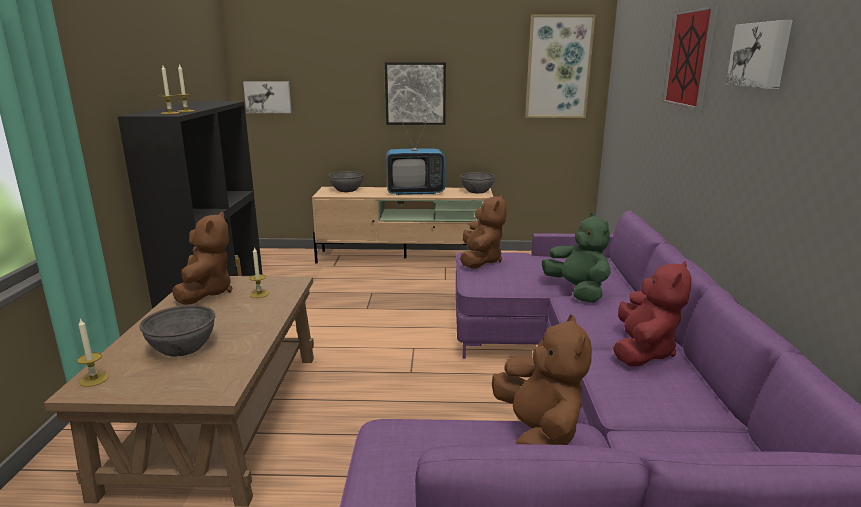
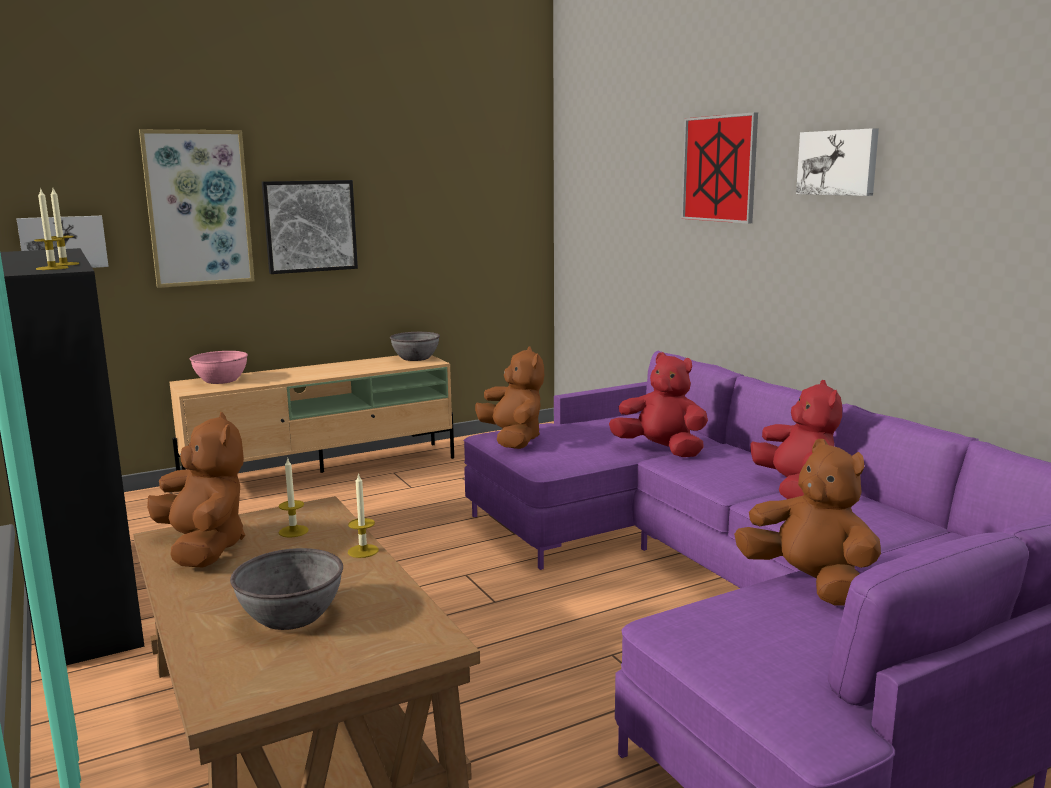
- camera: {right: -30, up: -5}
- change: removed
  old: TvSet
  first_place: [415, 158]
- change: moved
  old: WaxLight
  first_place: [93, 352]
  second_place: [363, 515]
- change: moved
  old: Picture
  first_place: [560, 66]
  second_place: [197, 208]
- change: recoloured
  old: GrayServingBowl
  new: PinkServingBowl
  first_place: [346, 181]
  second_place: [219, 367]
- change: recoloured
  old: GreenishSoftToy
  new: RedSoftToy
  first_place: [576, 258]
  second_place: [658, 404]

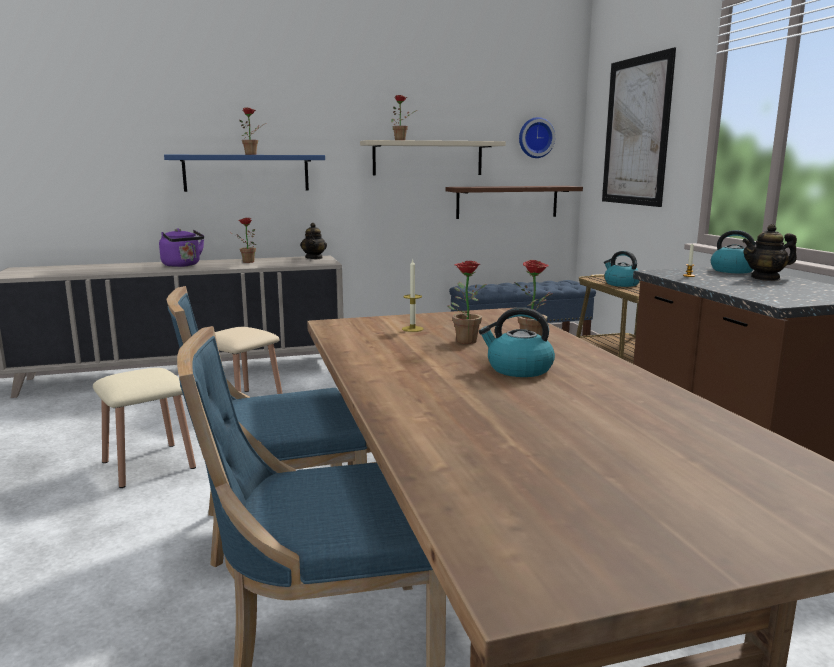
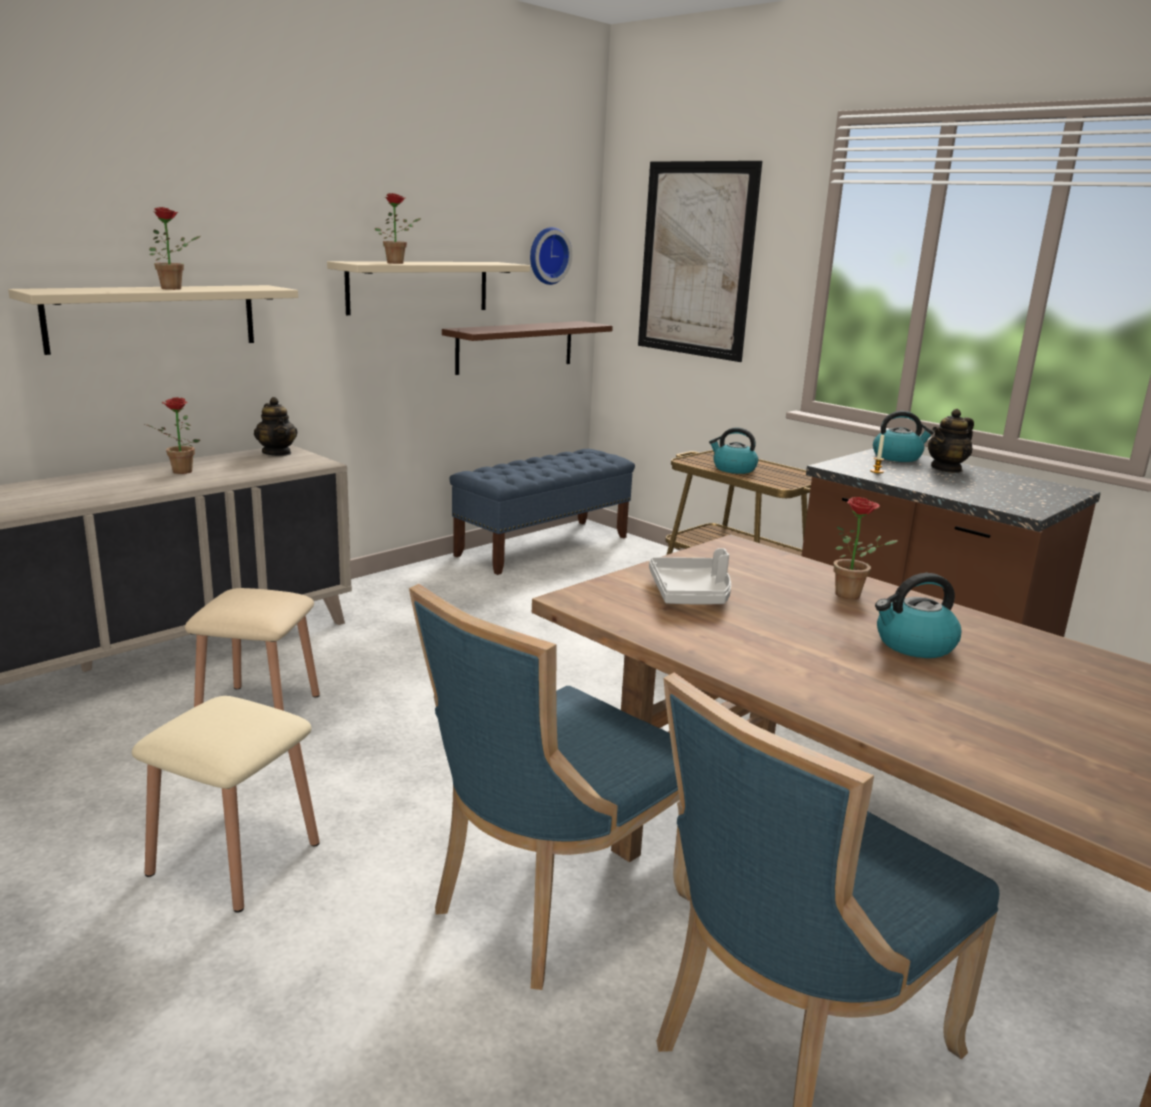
- camera: {right: -30, up: 5}
- change: removed
  old: PurplishTeaKettle
  first_place: [181, 247]
- change: removed
  old: PlantInAPot
  first_place: [467, 302]
- change: replaced
  old: WaxLight
  new: GrayServingTray
  first_place: [412, 295]
  second_place: [690, 576]
- change: recoloured
  old: BluishBracketShelf
  new: SandColouredBracketShelf
  first_place: [244, 173]
  second_place: [153, 320]

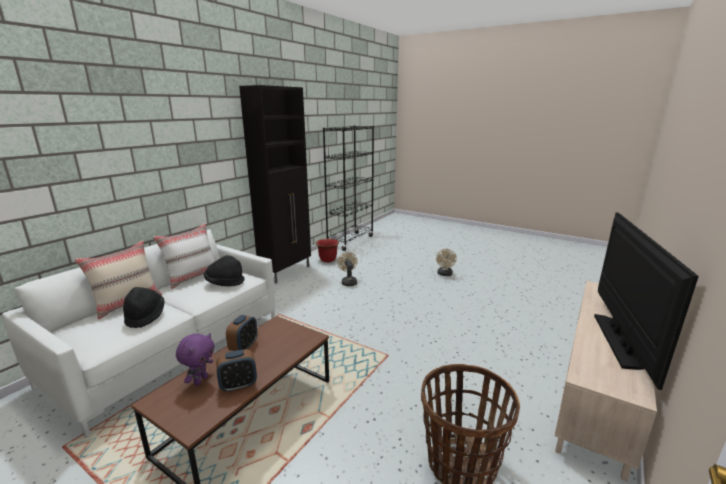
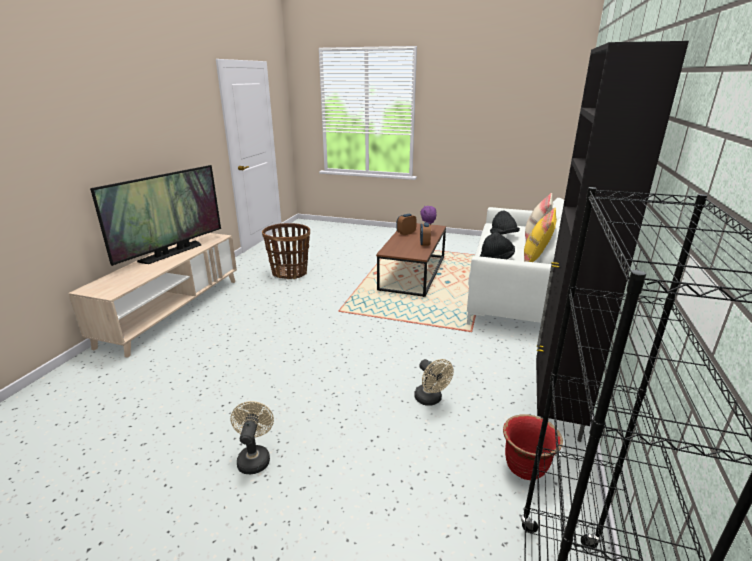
- camera: {right: 165, up: 5}
- change: recoloured
  old: WhiteCushion
  new: YellowCushion
  first_place: [184, 256]
  second_place: [540, 235]
- change: turned
  old: TvSet
  first_place: [646, 301]
  second_place: [155, 215]
  degrees: -150

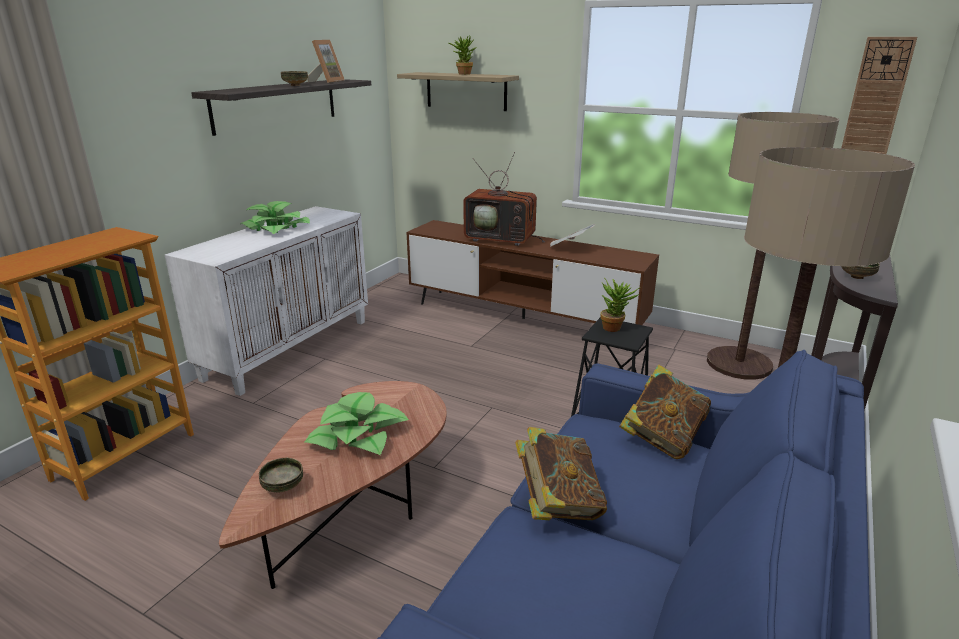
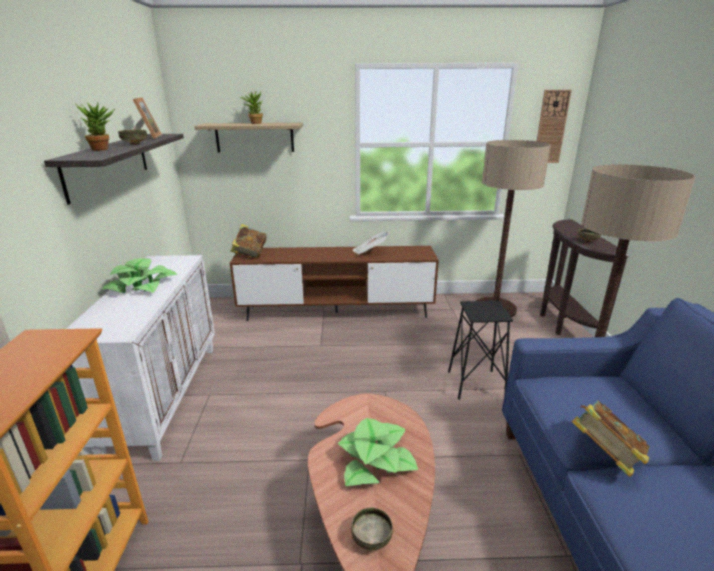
- camera: {right: -30, up: 0}
- change: removed
  old: TvSet
  first_place: [504, 199]
- change: moved
  old: PlantInAPot
  first_place: [620, 305]
  second_place: [95, 126]
- change: moved
  old: BoundBook
  first_place: [665, 412]
  second_place: [249, 241]

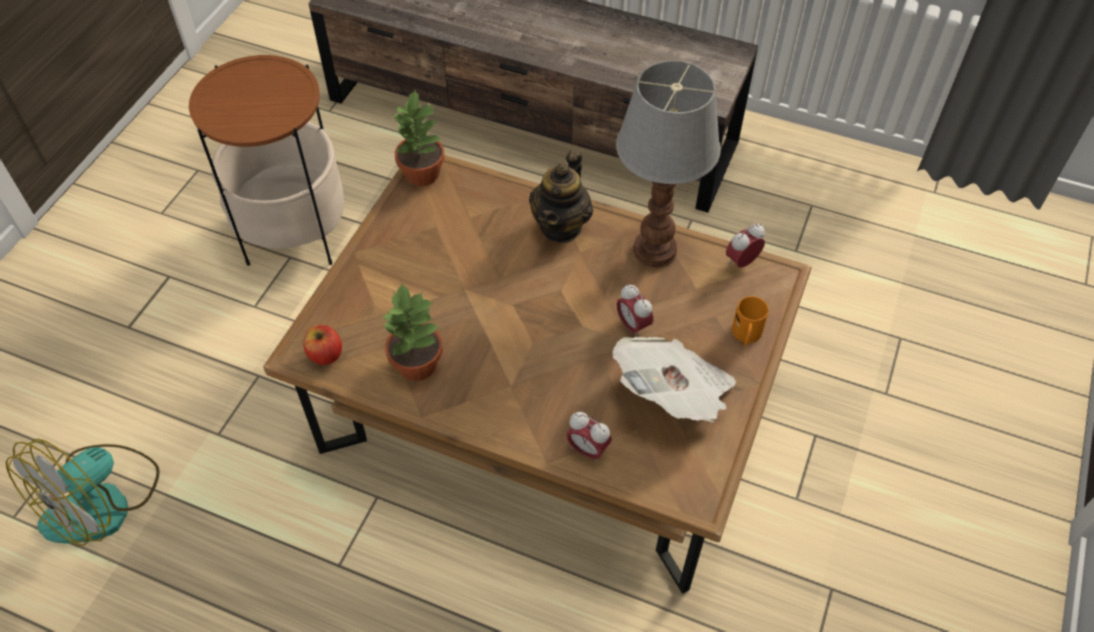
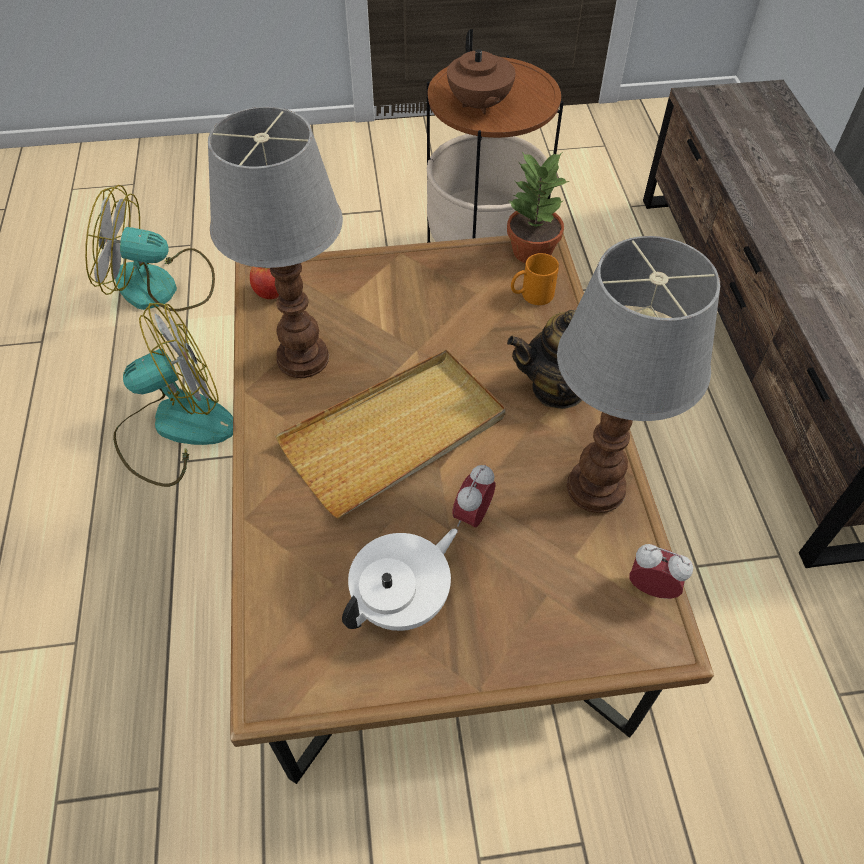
- camera: {right: 60, up: 0}
- change: removed
  old: AlarmClock
  first_place: [589, 437]
- change: added
  new: CoolingFan
  second_place: [173, 395]
- change: added
  new: SandColouredServingTray
  second_place: [390, 434]
- change: added
  new: BrownColouredTeaPot
  second_place: [481, 72]
- change: moved
  old: OrangeColouredTeaMug
  first_place: [750, 321]
  second_place: [535, 279]
- change: replaced
  old: PlantInAPot
  new: TabletopLamp
  first_place: [413, 332]
  second_place: [275, 242]
- change: replaced
  old: Newspaper
  new: WhiteTeaPot
  first_place: [674, 379]
  second_place: [400, 579]

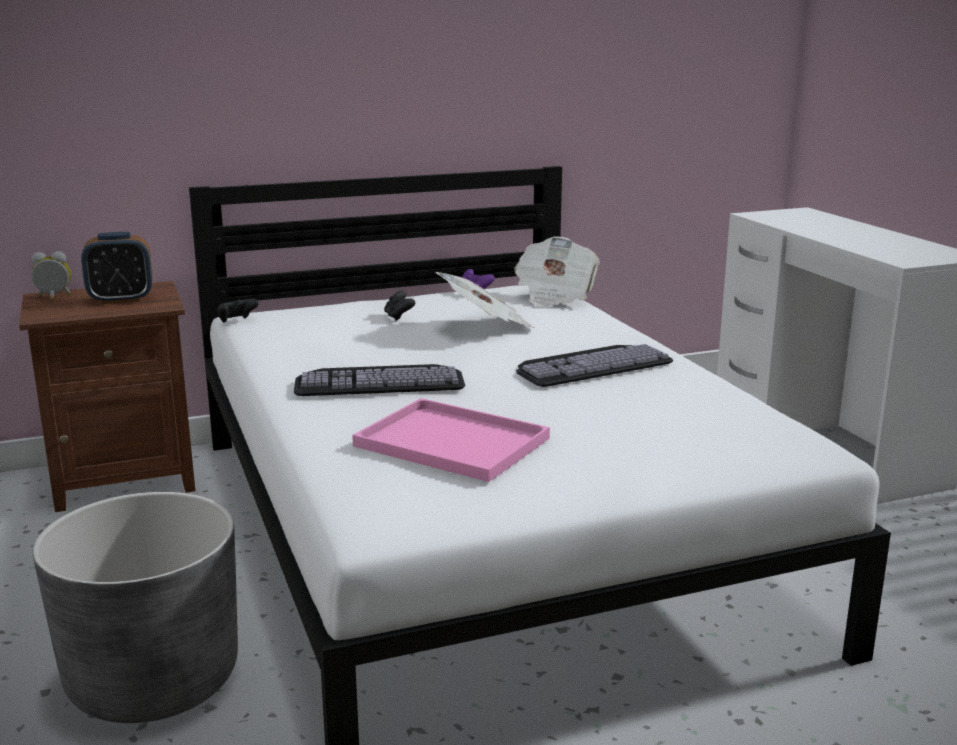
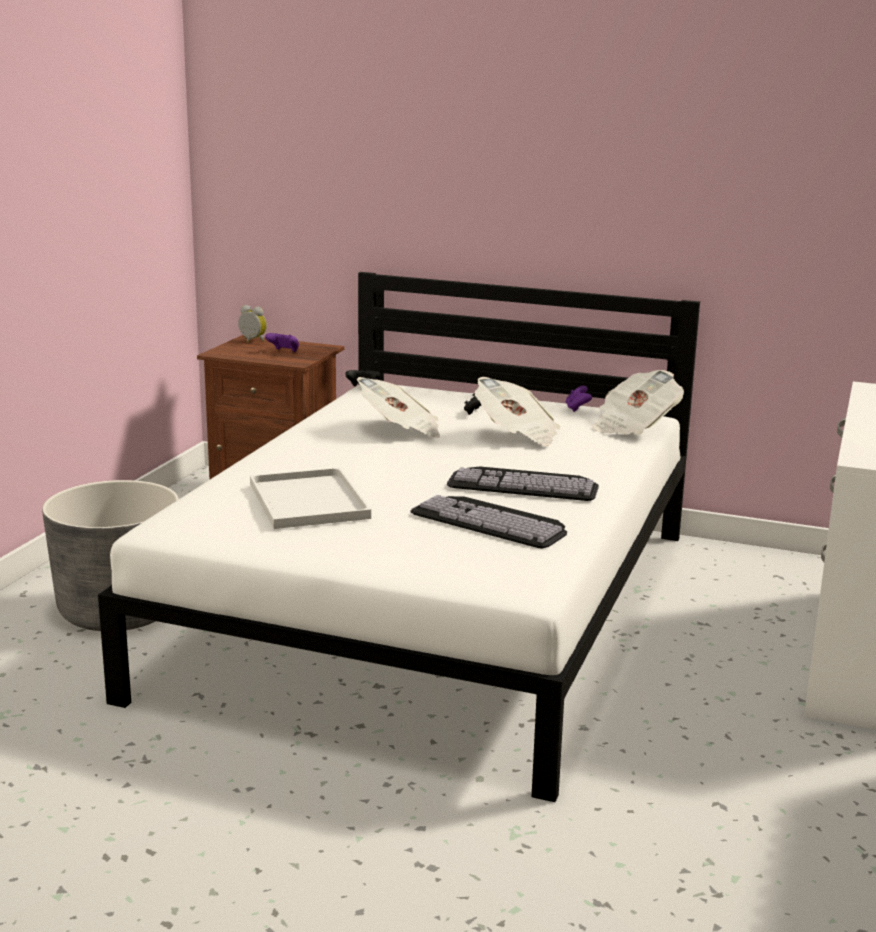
- camera: {right: 40, up: 0}
- change: added
  new: Newspaper
  second_place: [398, 407]
- change: moved
  old: Keyboard
  first_place: [379, 380]
  second_place: [489, 522]
- change: replaced
  old: AlarmClock
  new: PurplishGamepad
  first_place: [117, 268]
  second_place: [282, 342]
- change: recoloured
  old: PinkServingTray
  new: WhiteServingTray
  first_place: [451, 440]
  second_place: [310, 498]

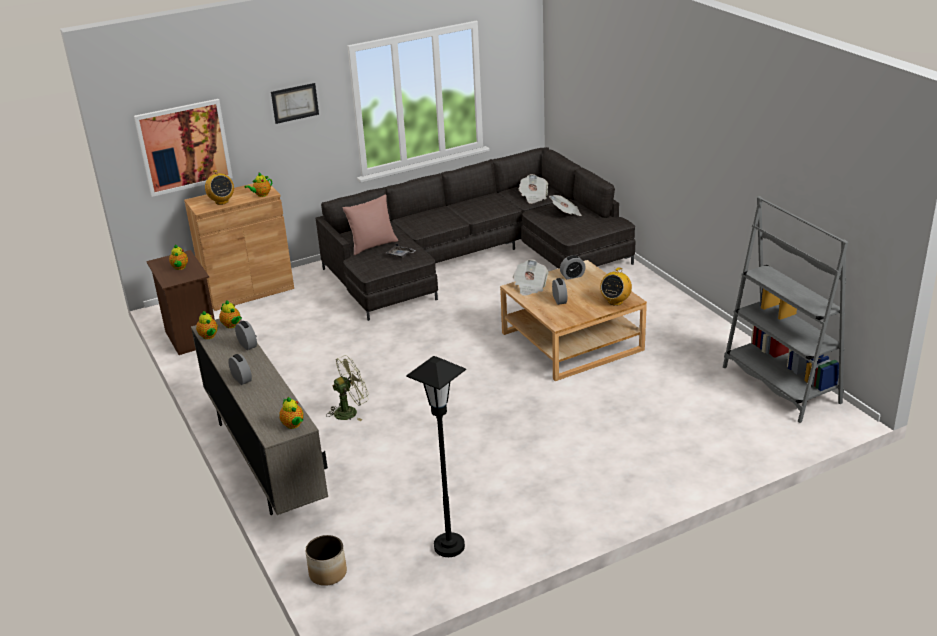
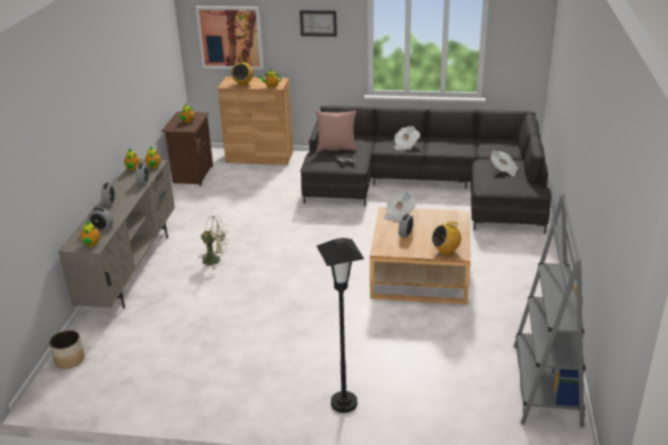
- camera: {right: 35, up: 0}
- change: moved
  old: BlackishStandardLamp
  first_place: [436, 456]
  second_place: [340, 325]
- change: moved
  old: Newspaper
  first_place: [533, 189]
  second_place: [407, 138]
- change: moved
  old: AlarmClock
  first_place: [573, 267]
  second_place: [100, 219]

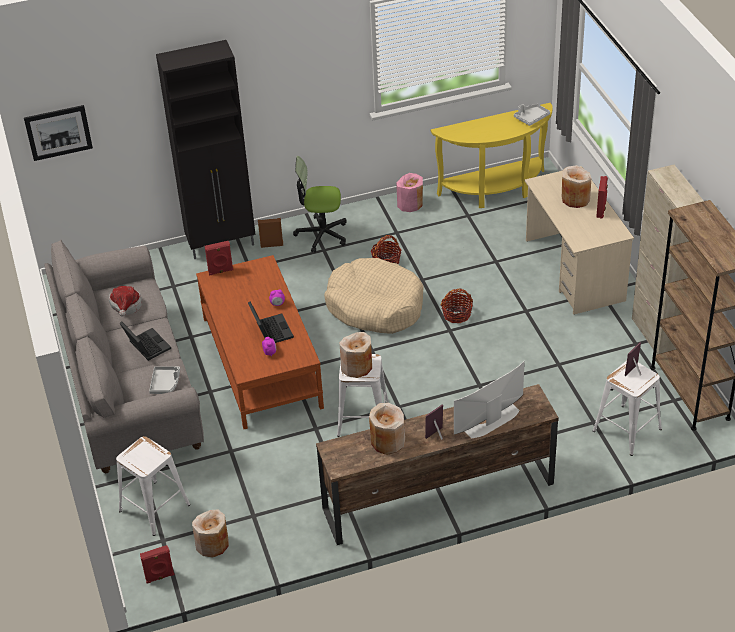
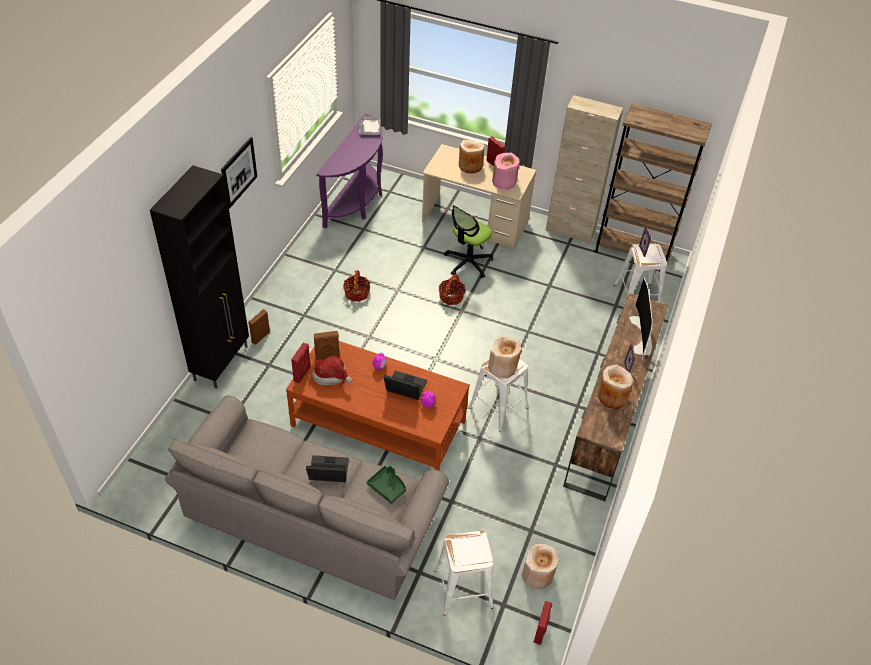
- camera: {right: -55, up: 5}
- change: removed
  old: SandColouredDogBed
  first_place: [374, 296]
- change: added
  new: BrownColouredLoudspeaker
  second_place: [327, 345]
- change: moved
  old: Picture
  first_place: [58, 133]
  second_place: [239, 173]
- change: moved
  old: WearableHat
  first_place: [125, 301]
  second_place: [332, 370]
- change: moved
  old: DeskChair
  first_place: [320, 204]
  second_place: [468, 241]
- change: moved
  old: PinkVase
  first_place: [409, 192]
  second_place: [506, 171]
- change: recoloured
  old: GrayServingTray
  new: GreenishServingTray
  first_place: [164, 380]
  second_place: [386, 485]
- change: recoloured
  old: YellowConsoleTable
  new: PurplishConsoleTable
  first_place: [492, 155]
  second_place: [349, 170]

